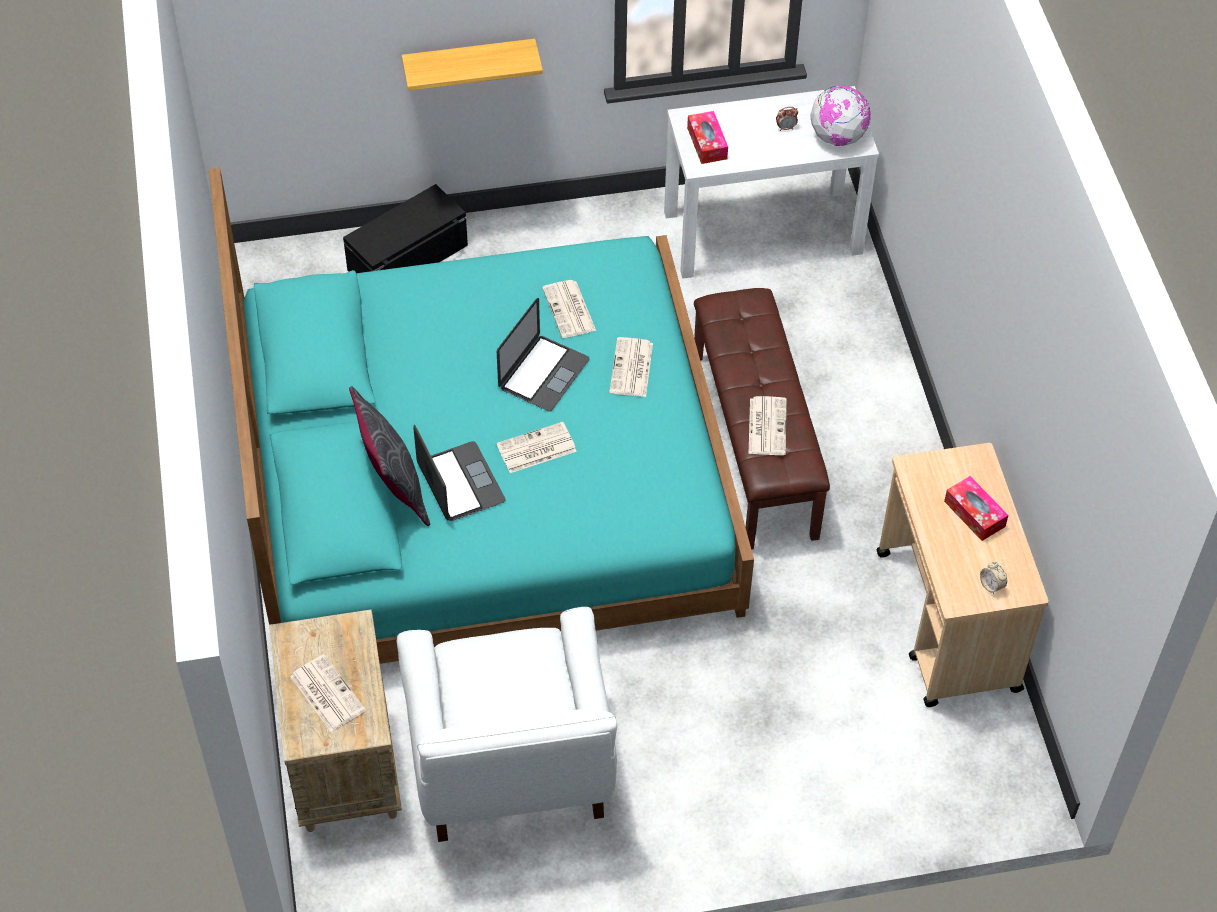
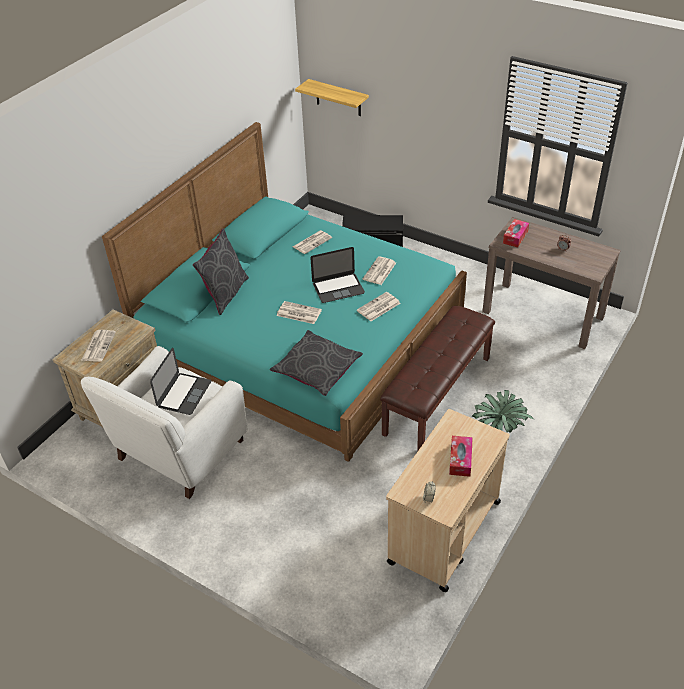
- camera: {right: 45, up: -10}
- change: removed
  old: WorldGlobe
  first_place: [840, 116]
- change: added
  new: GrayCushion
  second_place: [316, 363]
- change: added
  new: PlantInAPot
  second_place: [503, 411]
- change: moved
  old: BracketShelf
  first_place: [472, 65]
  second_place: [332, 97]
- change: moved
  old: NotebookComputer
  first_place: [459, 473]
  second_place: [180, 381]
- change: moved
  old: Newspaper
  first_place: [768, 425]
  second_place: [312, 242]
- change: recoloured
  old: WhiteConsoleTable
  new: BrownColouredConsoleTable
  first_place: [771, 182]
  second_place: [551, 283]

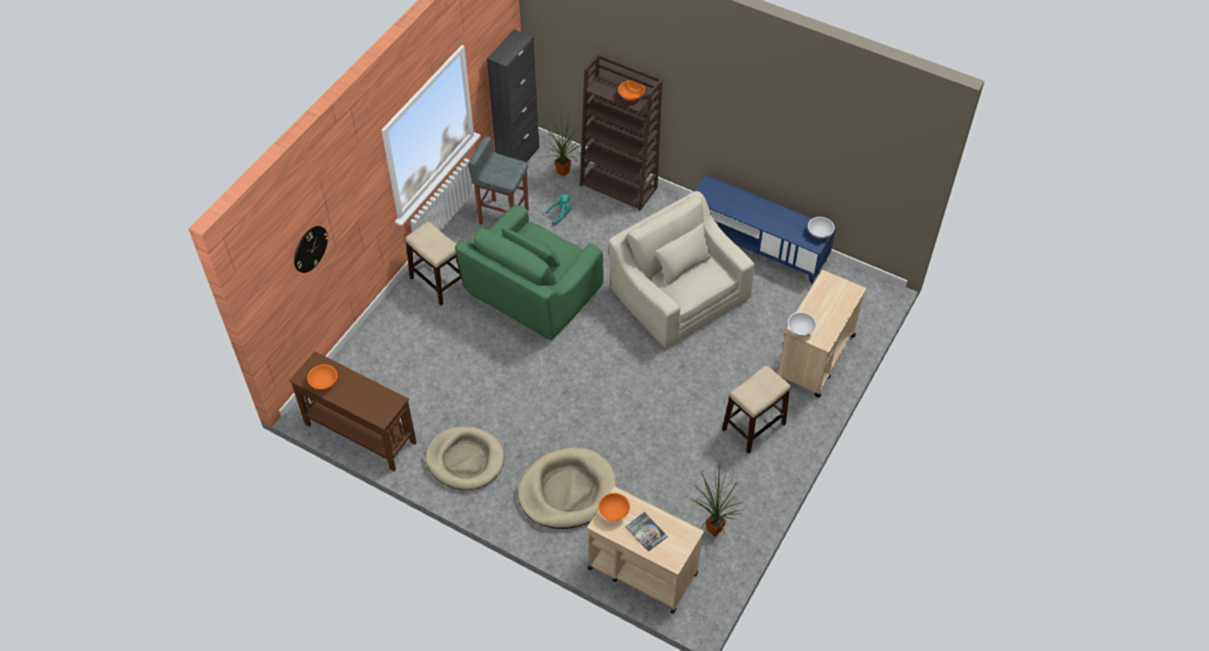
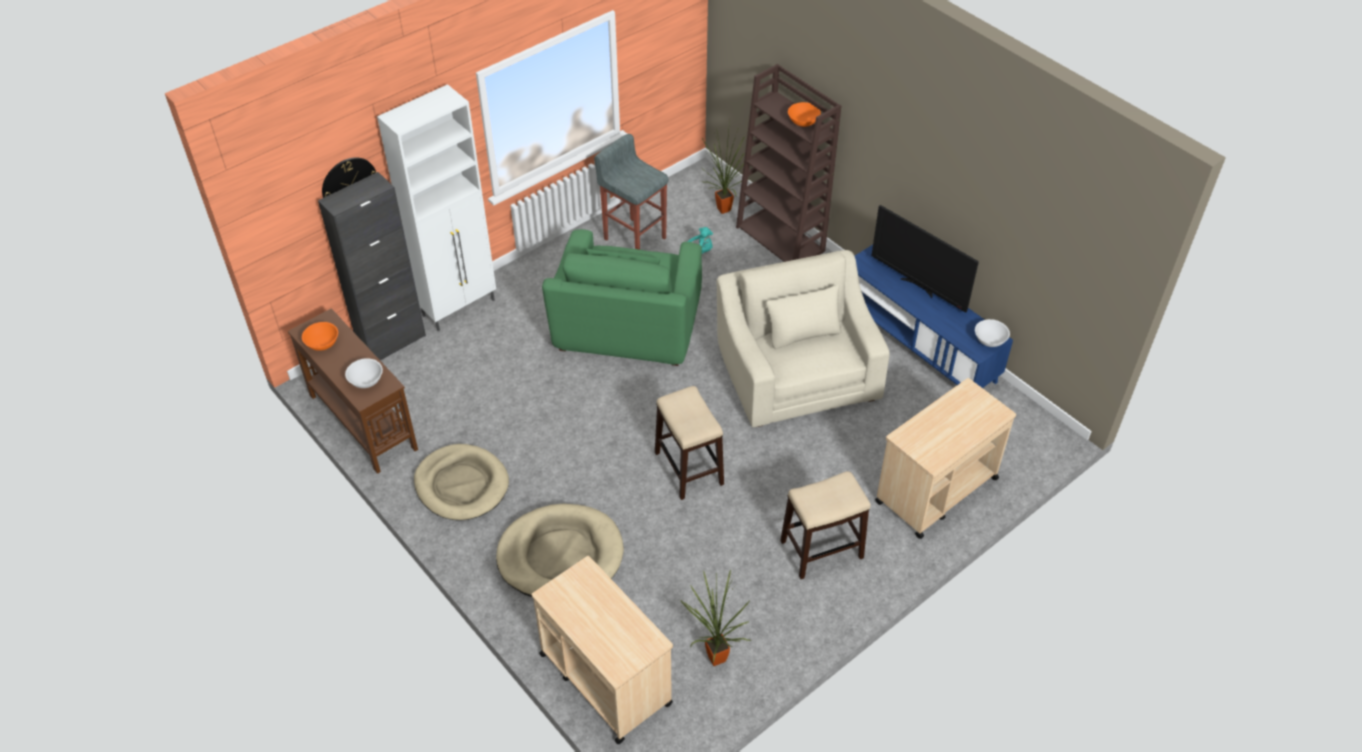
- camera: {right: 20, up: -5}
- change: removed
  old: OrangeColouredServingBowl
  first_place: [614, 507]
- change: removed
  old: BoundBook
  first_place: [646, 532]
- change: added
  new: WhiteCabinet
  second_place: [436, 207]
- change: added
  new: TvSet
  second_place: [925, 259]
- change: moved
  old: Stool
  first_place: [434, 264]
  second_place: [689, 443]
- change: moved
  old: BlackishCabinet
  first_place: [513, 95]
  second_place: [372, 266]
- change: moved
  old: WhiteServingBowl
  first_place: [802, 324]
  second_place: [364, 373]
- change: turned
  old: GreenishLoungeChair
  first_place: [529, 272]
  second_place: [622, 297]
  degrees: -45

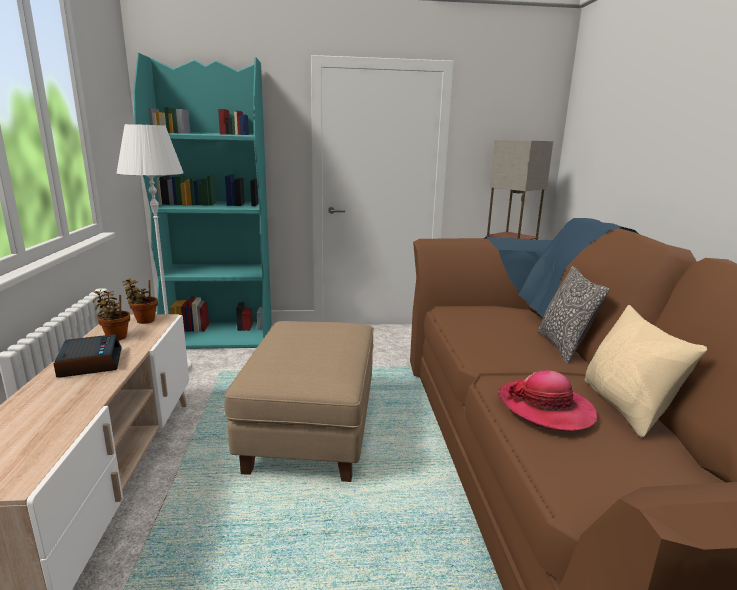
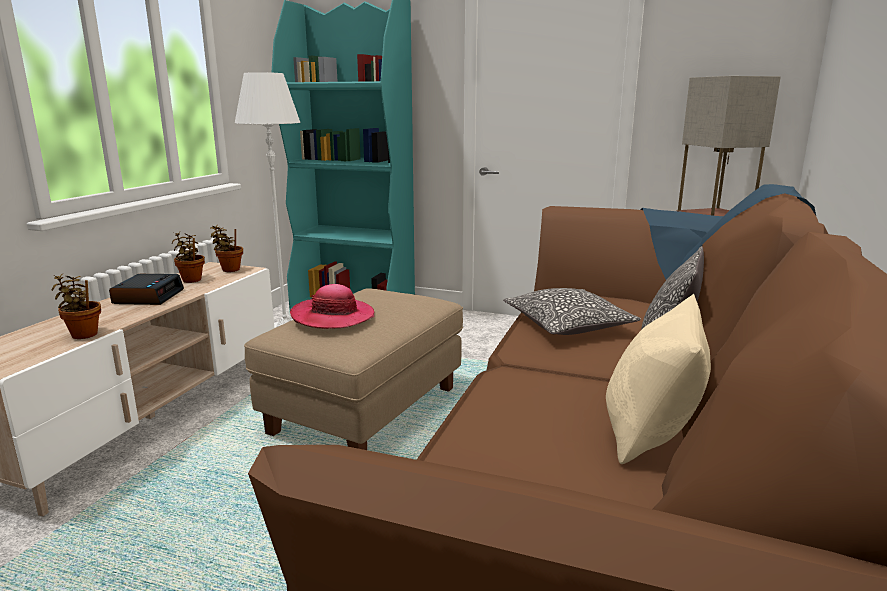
- camera: {right: 25, up: 0}
- change: added
  new: PlantInAPot
  second_place: [76, 306]
- change: added
  new: Cushion
  second_place: [572, 311]
- change: moved
  old: WearableHat
  first_place: [547, 401]
  second_place: [332, 306]

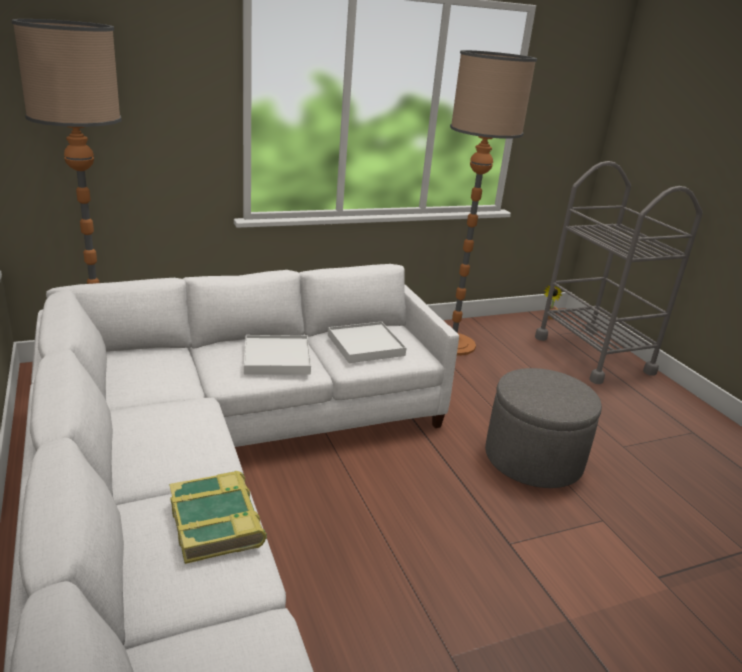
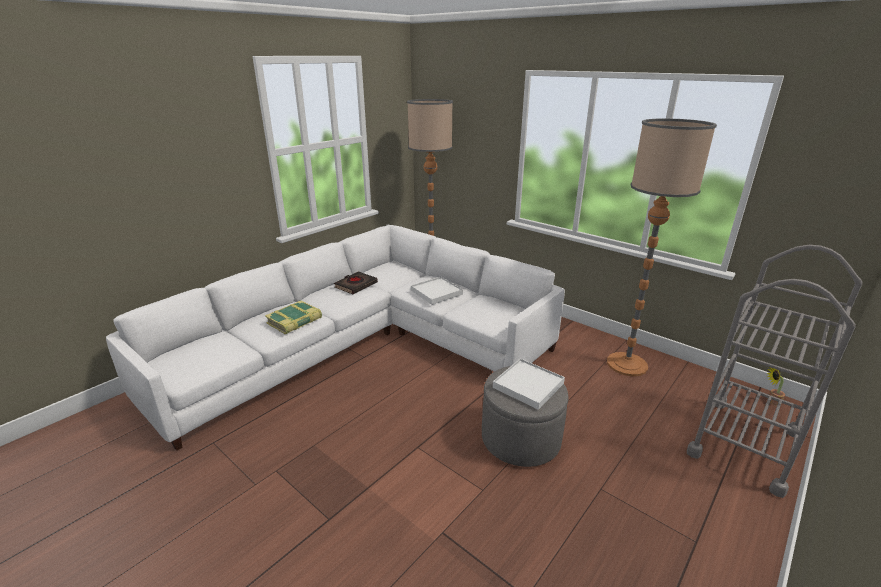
- camera: {right: 65, up: 0}
- change: added
  new: BlackishBoundBook
  second_place: [356, 282]
- change: moved
  old: WhiteServingTray
  first_place: [367, 342]
  second_place: [529, 384]

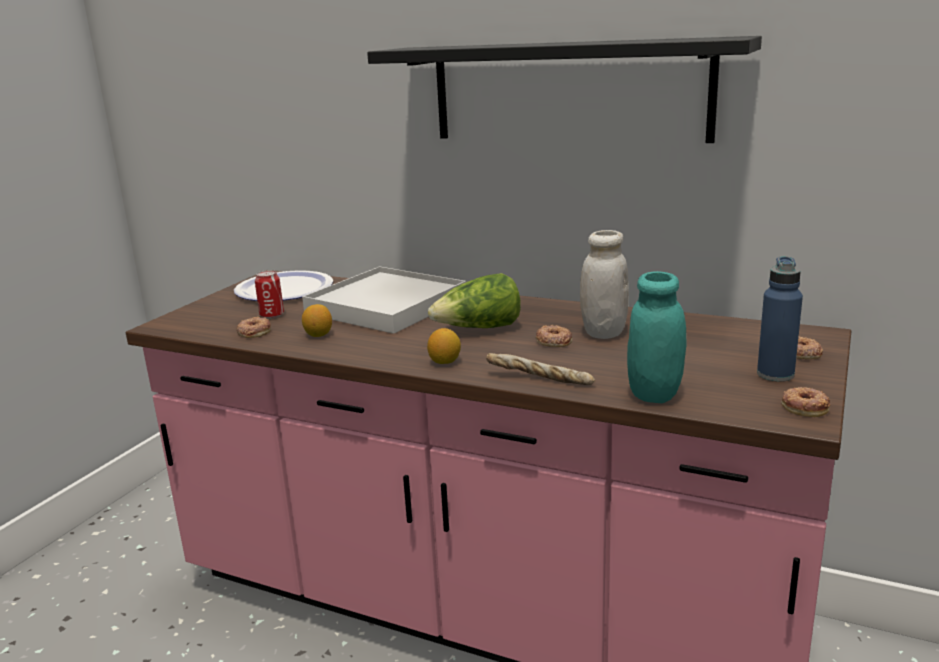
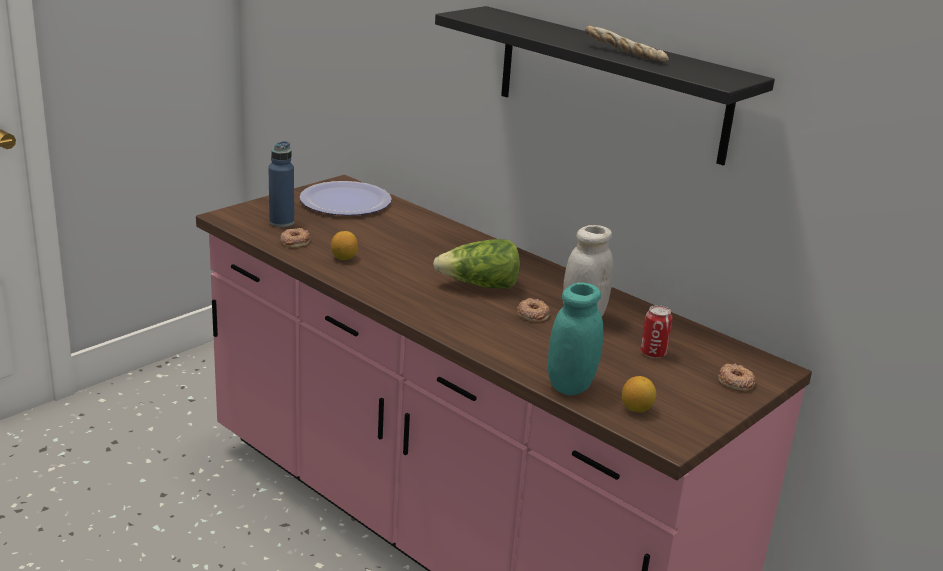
- camera: {right: 15, up: 5}
- change: removed
  old: WhiteServingTray
  first_place: [384, 300]
- change: removed
  old: Doughnut
  first_place: [805, 402]
- change: moved
  old: Can
  first_place: [269, 294]
  second_place: [656, 331]
- change: moved
  old: CitrusFruit
  first_place: [444, 346]
  second_place: [639, 394]
- change: moved
  old: BakeryBread
  first_place: [540, 369]
  second_place: [627, 44]
- change: moved
  old: BluishDrinkBottle
  first_place: [780, 319]
  second_place: [281, 184]

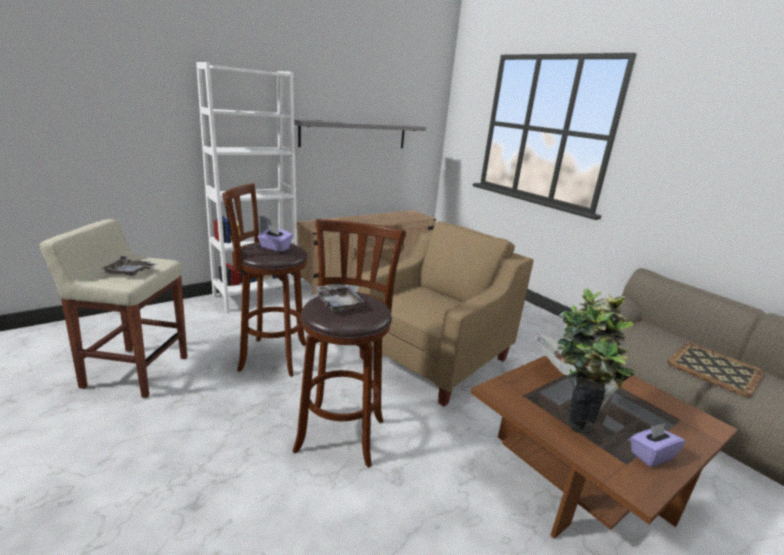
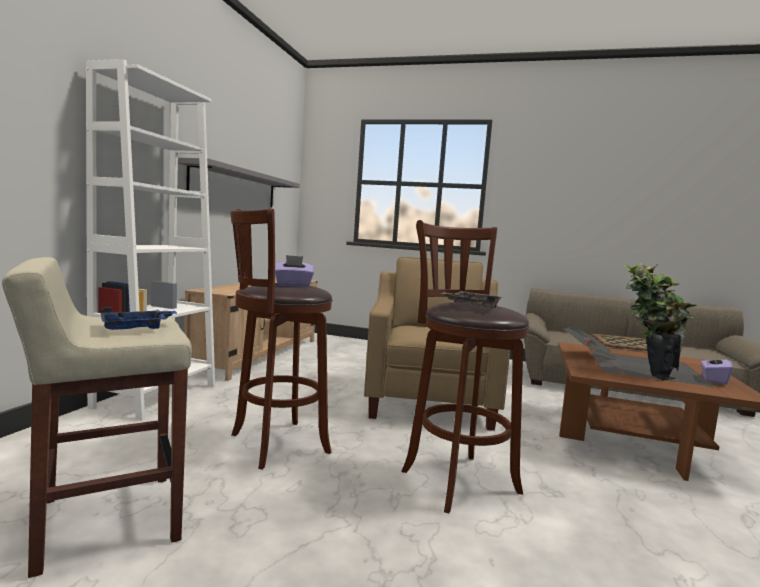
- camera: {right: -35, up: -15}
- change: recoloured
  old: GrayServingTray
  new: BluishServingTray
  first_place: [129, 266]
  second_place: [139, 318]

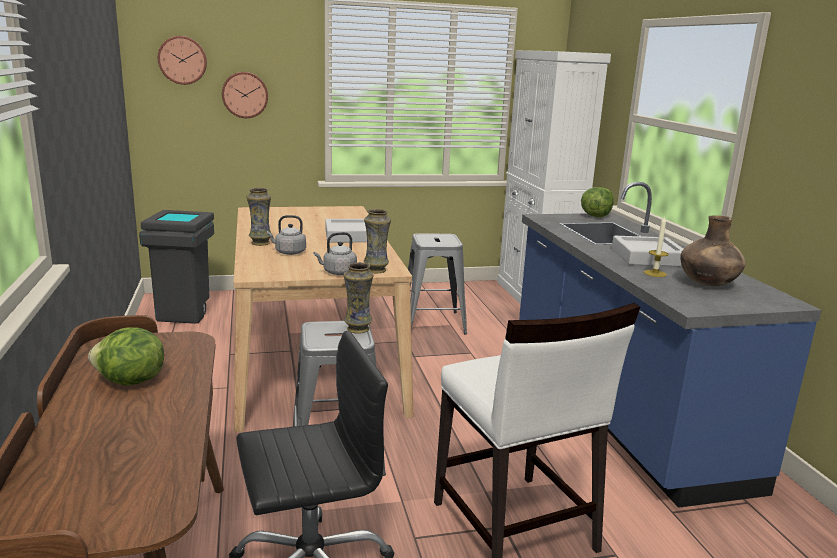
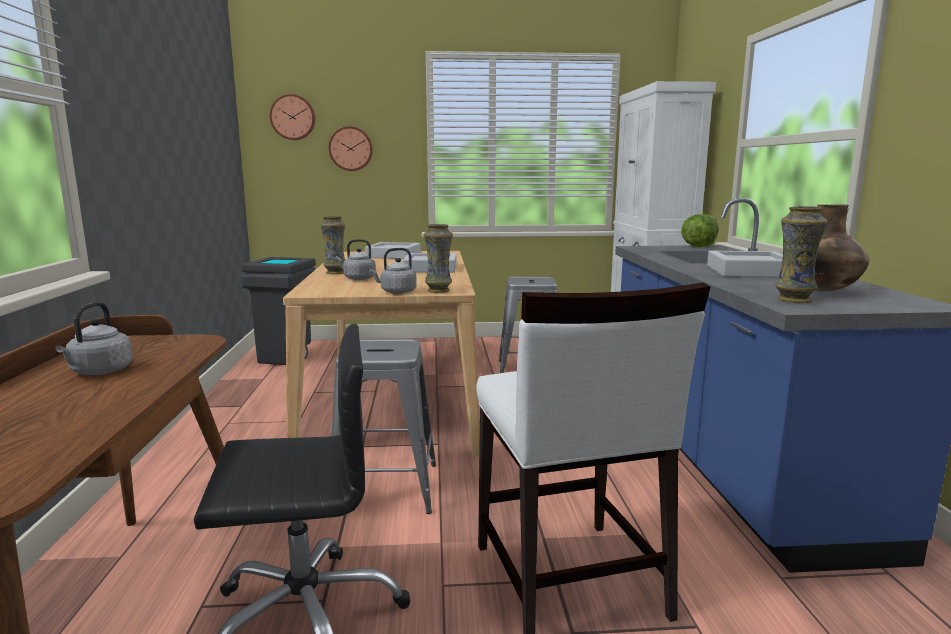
- camera: {right: 10, up: -5}
- change: removed
  old: WaxLight
  first_place: [656, 246]
- change: added
  new: GrayServingTray
  second_place: [393, 250]
- change: moved
  old: Vase
  first_place: [358, 298]
  second_place: [801, 254]
- change: replaced
  old: Lettuce
  new: GrayTeaKettle
  first_place: [126, 356]
  second_place: [94, 338]

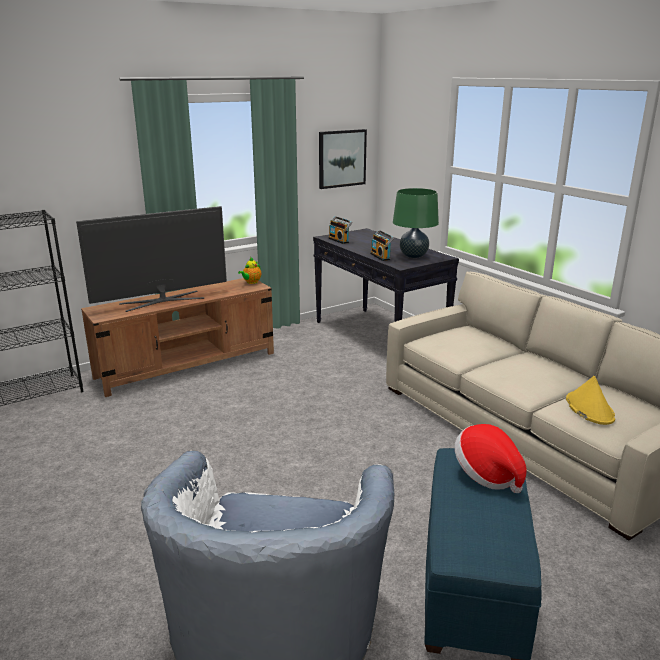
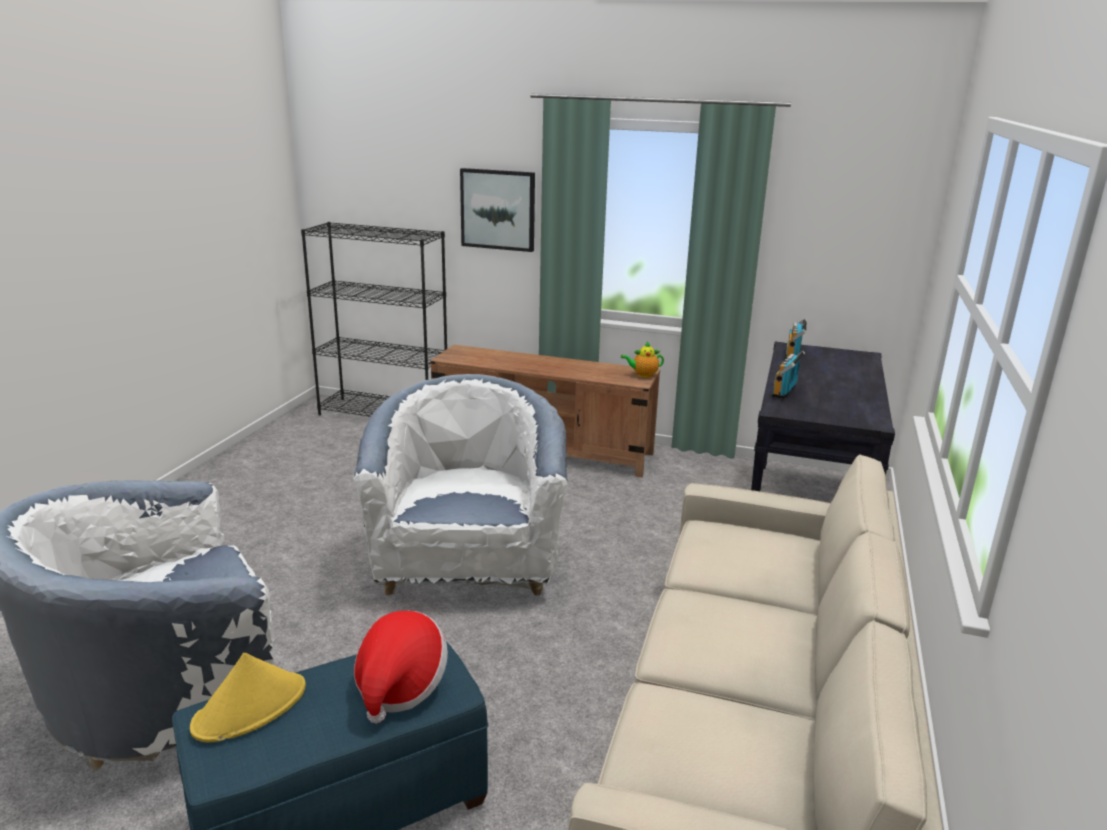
- camera: {right: 50, up: 0}
- change: removed
  old: TvSet
  first_place: [151, 259]
- change: removed
  old: GreenishTabletopLamp
  first_place: [416, 223]
- change: added
  new: WhiteLoungeChair
  second_place: [461, 485]
- change: moved
  old: Picture
  first_place: [343, 159]
  second_place: [497, 210]
- change: moved
  old: YellowWearableHat
  first_place: [590, 400]
  second_place: [248, 697]

